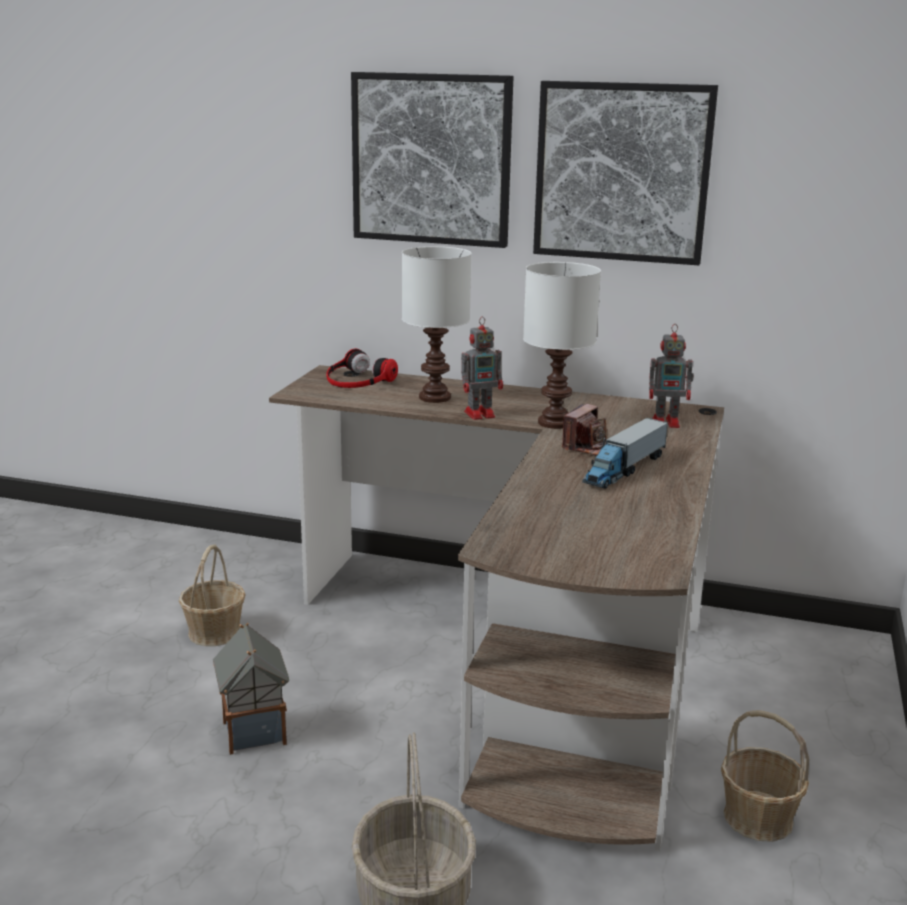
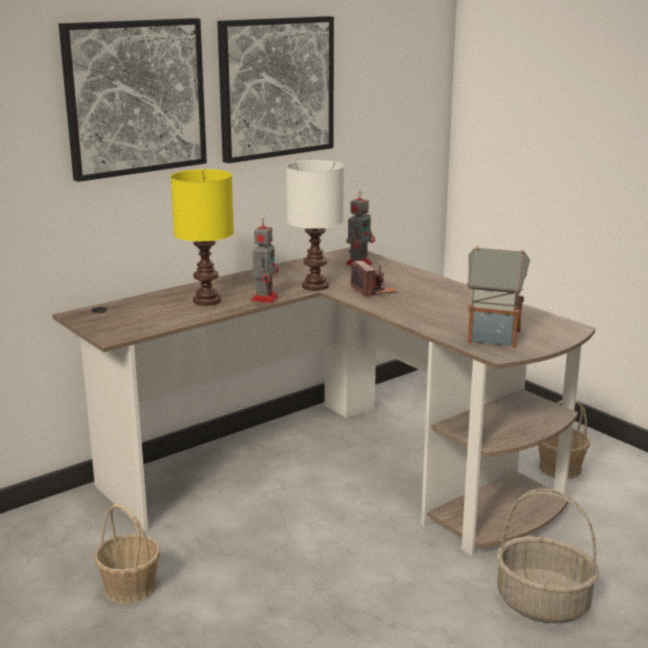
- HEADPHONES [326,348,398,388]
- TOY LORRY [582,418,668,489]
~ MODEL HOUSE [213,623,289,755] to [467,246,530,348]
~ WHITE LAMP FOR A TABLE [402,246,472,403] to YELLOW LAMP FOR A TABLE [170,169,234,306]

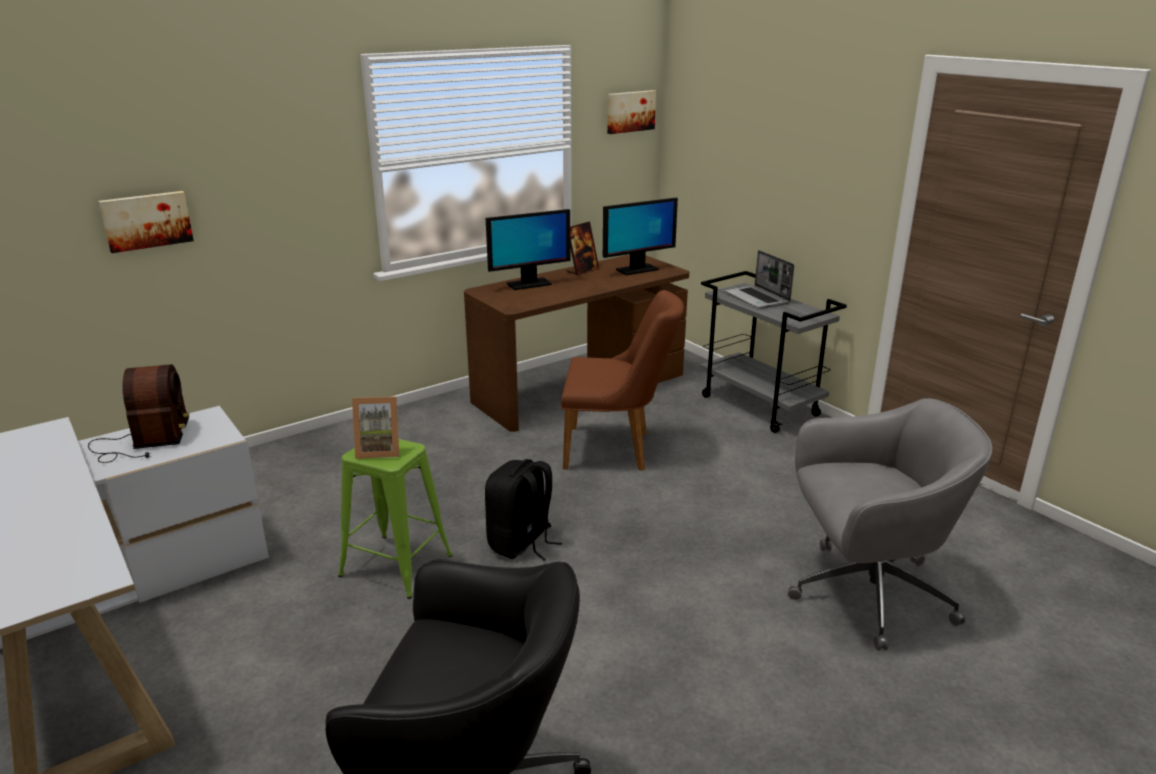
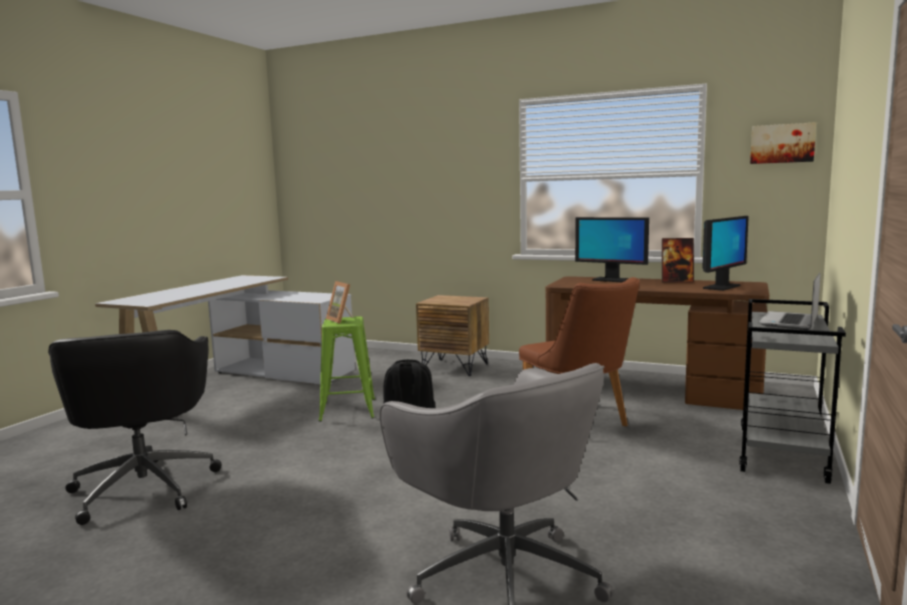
- RADIO SET [88,364,189,463]
- WALL PICTURE [98,191,194,253]
+ BROWNISH BEDSIDE TABLE [416,295,489,376]
~ MONITOR [603,198,678,275] = [703,216,749,291] 75 degrees counterclockwise

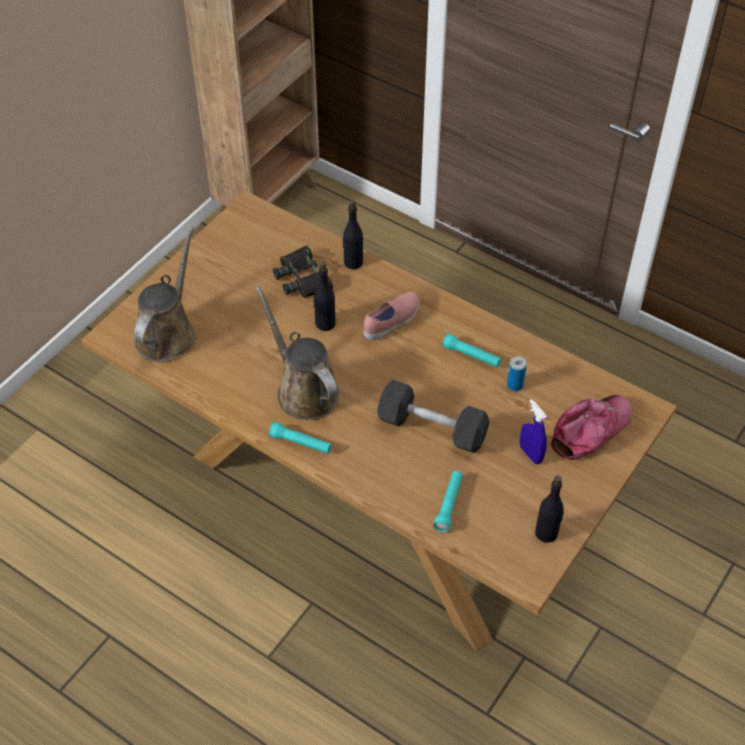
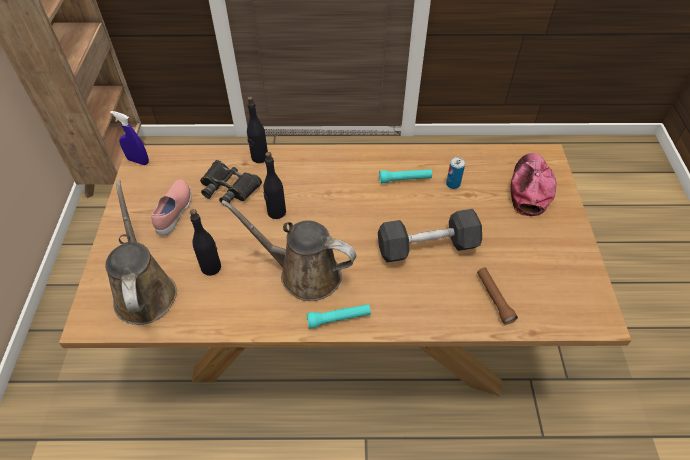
~ PINK-COLOURED SHOE [364,291,419,340] to [151,179,192,236]
~ BLUE HAND SPRAYER [520,399,547,464] to [110,111,149,165]
~ BLACKISH BOTTLE [535,476,564,543] to [190,209,221,276]
~ TURQUOISE FLASHLIGHT [433,471,463,532] to BROWNISH FLASHLIGHT [477,268,518,325]

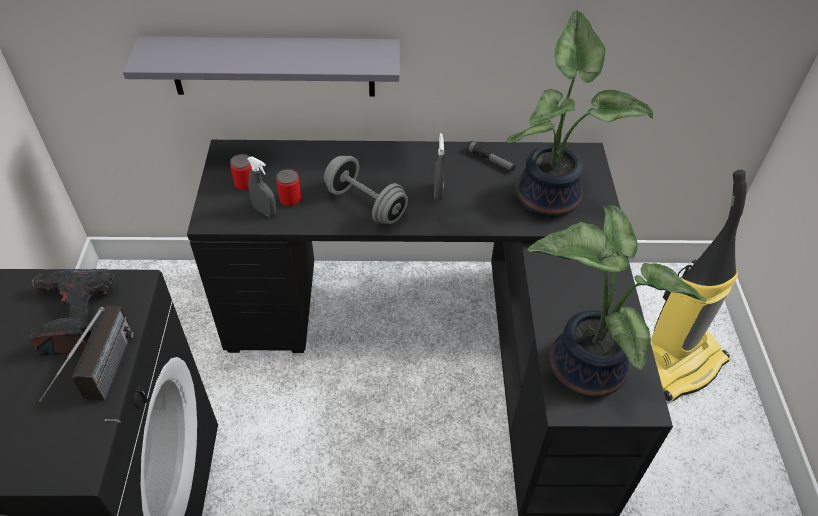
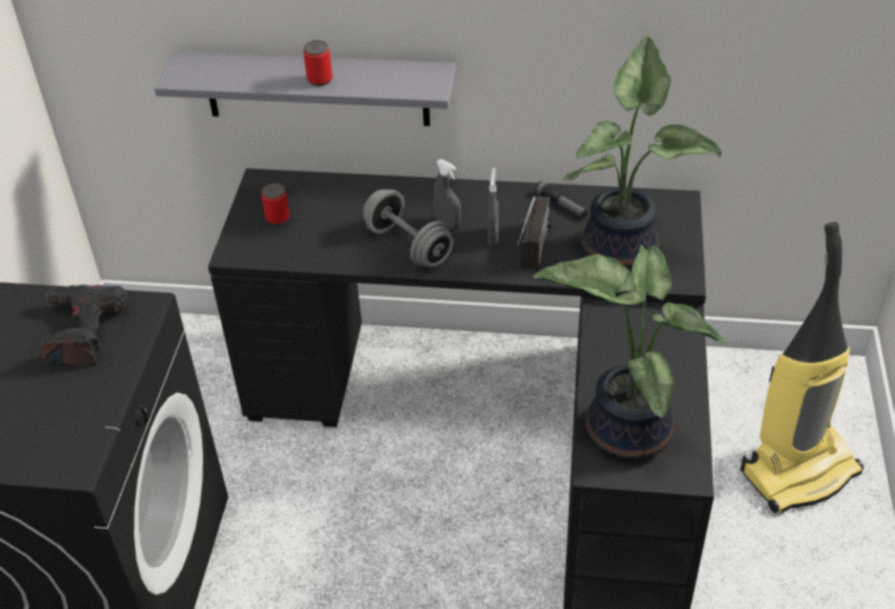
~ RADIO SET [39,306,134,402] to [517,196,553,270]
~ GREY HAND SPRAYER [247,156,276,217] to [433,159,461,229]
~ SEALED CAN [276,169,301,207] to [304,40,332,86]

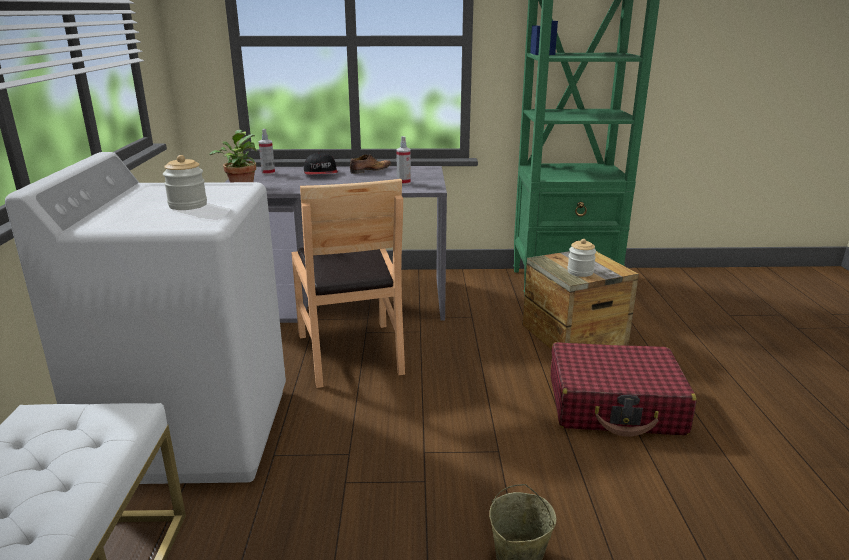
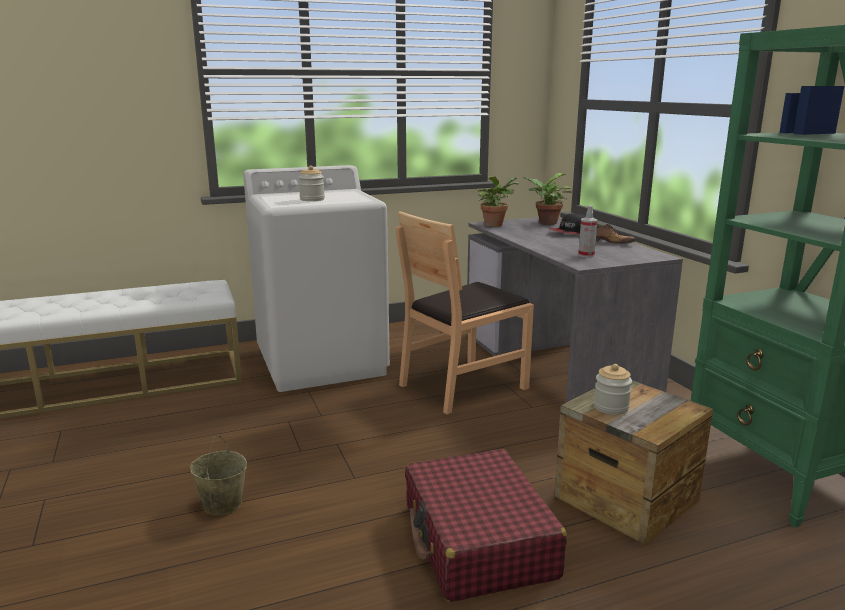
~ HAND SPRAYER [258,129,275,175] to PLANT IN A POT [523,173,572,225]

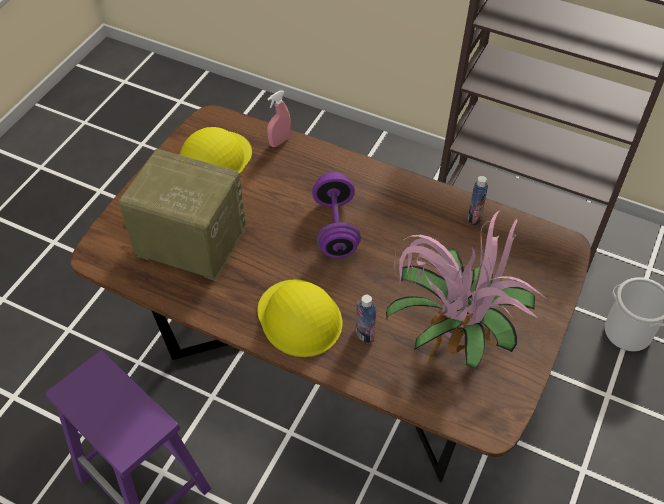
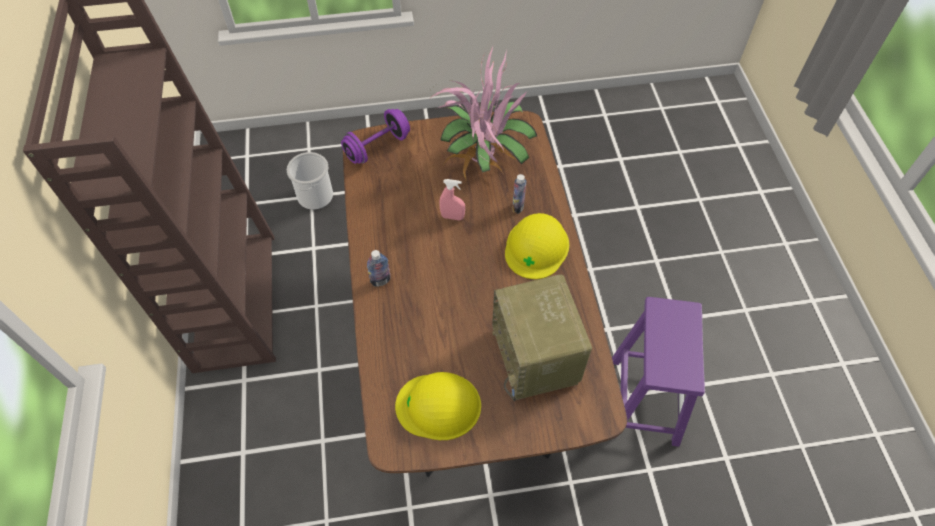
~ PINK-COLOURED HAND SPRAYER [267,90,291,147] to [439,179,465,220]
~ PURPLE-COLOURED FREE WEIGHT [312,172,361,258] to [341,109,410,164]
~ BOTTLE [468,176,488,225] to [367,250,391,286]

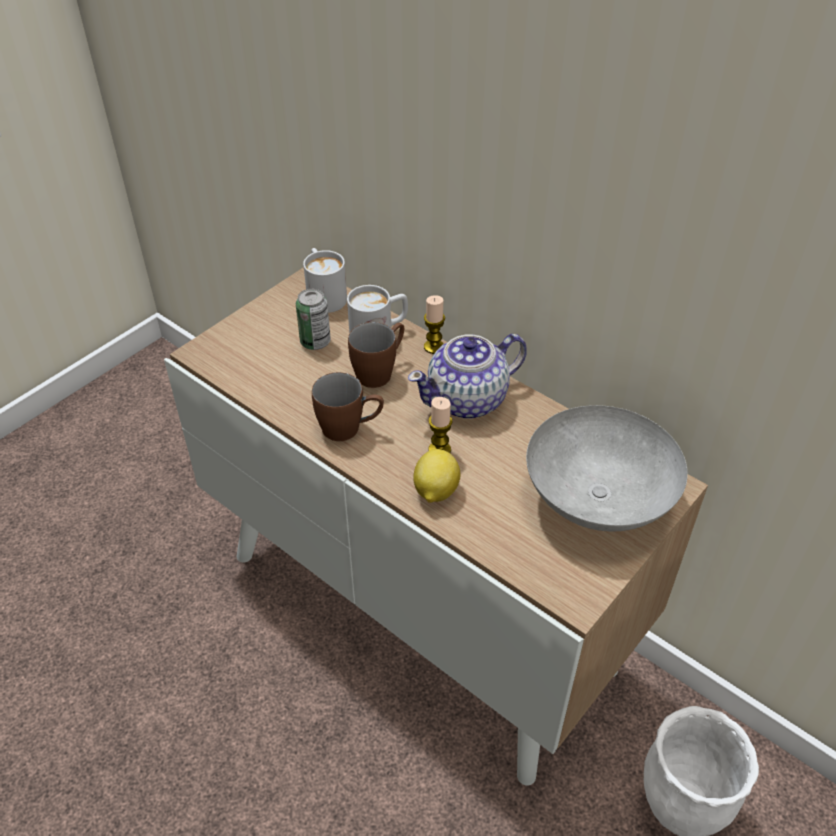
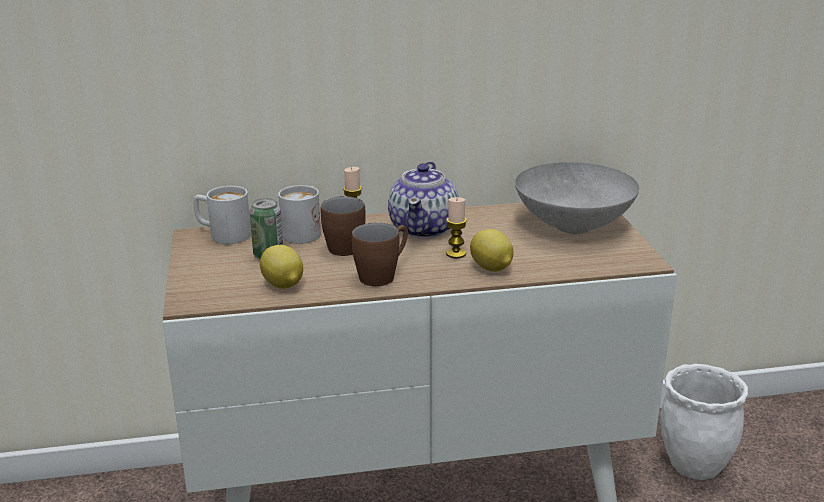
+ CITRUS FRUIT [260,245,303,289]

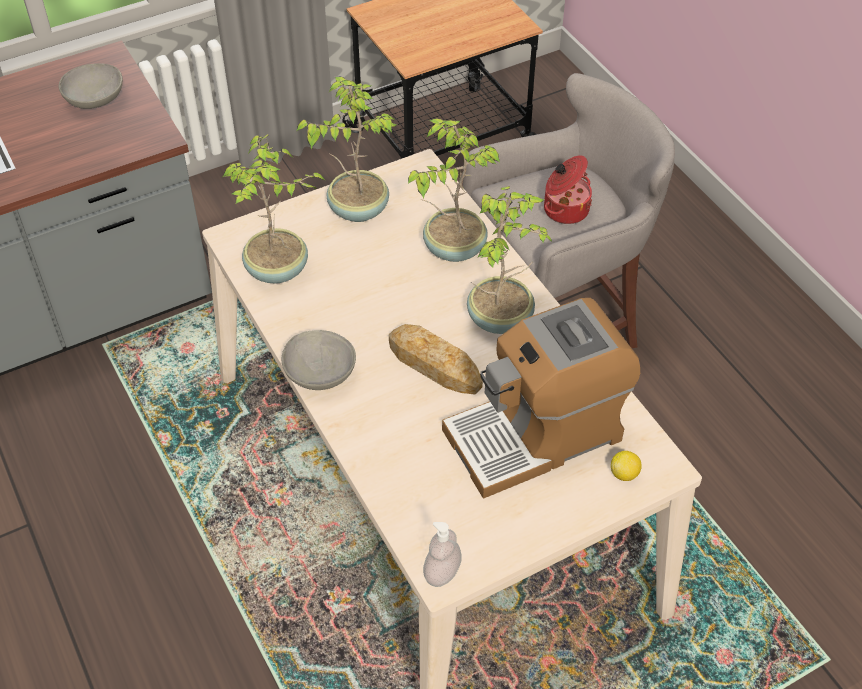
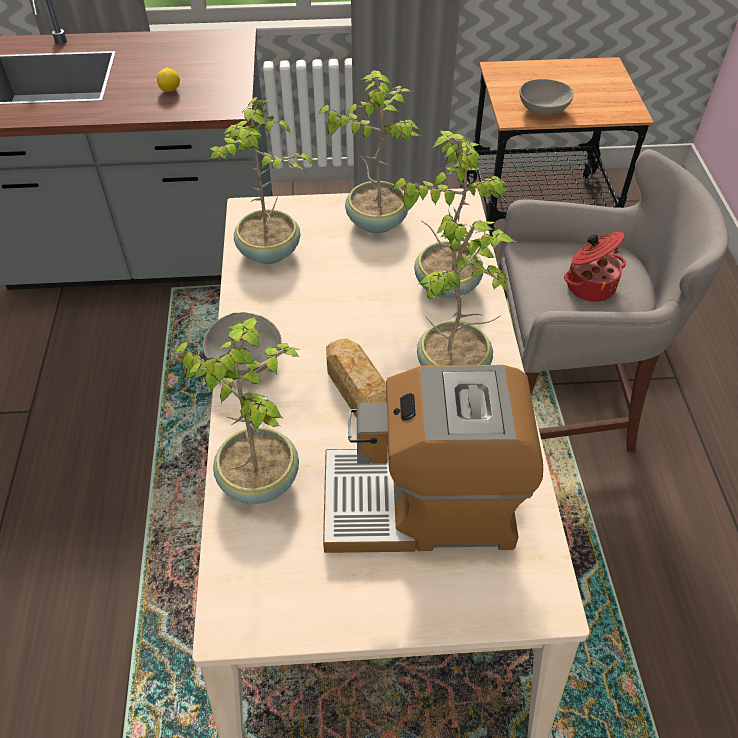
- SOAP BOTTLE [423,522,462,587]
+ PLANT IN A POT [176,316,300,504]
~ GREY DEEP DISH [59,63,123,109] to [520,79,573,115]
~ CITRUS FRUIT [611,451,642,481] to [157,68,180,92]

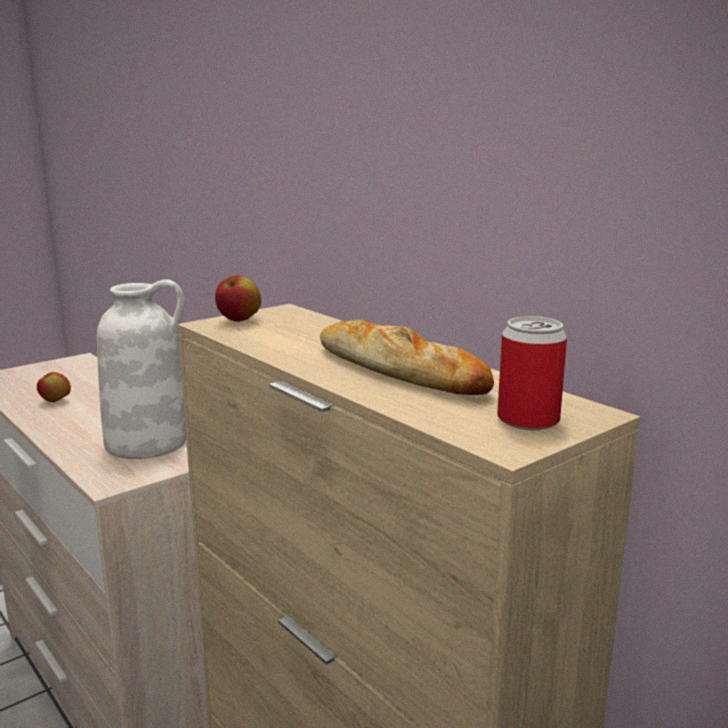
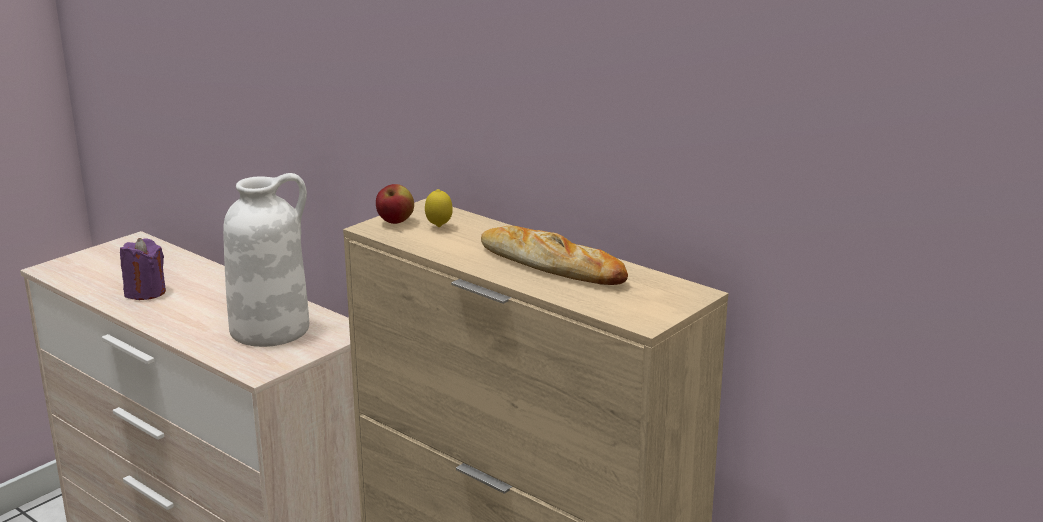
- SEALED CAN [497,316,567,430]
+ CITRUS FRUIT [425,189,453,227]
~ WHOLE APPLE [37,372,71,402] to PURPLE-COLOURED CANDLE [120,238,166,300]

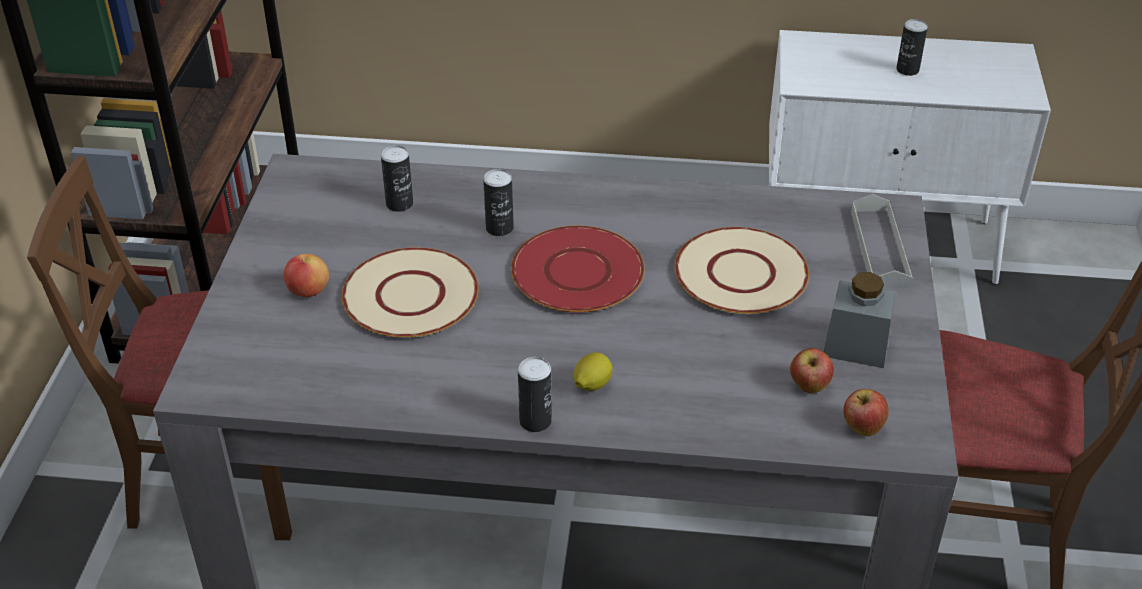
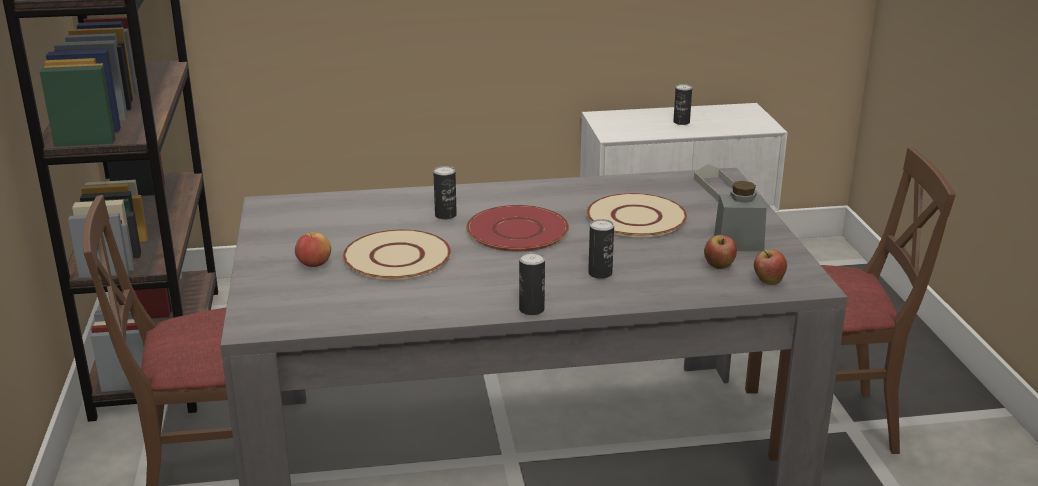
- CITRUS FRUIT [574,352,613,391]
~ SEALED CAN [381,145,413,212] to [588,219,614,279]

